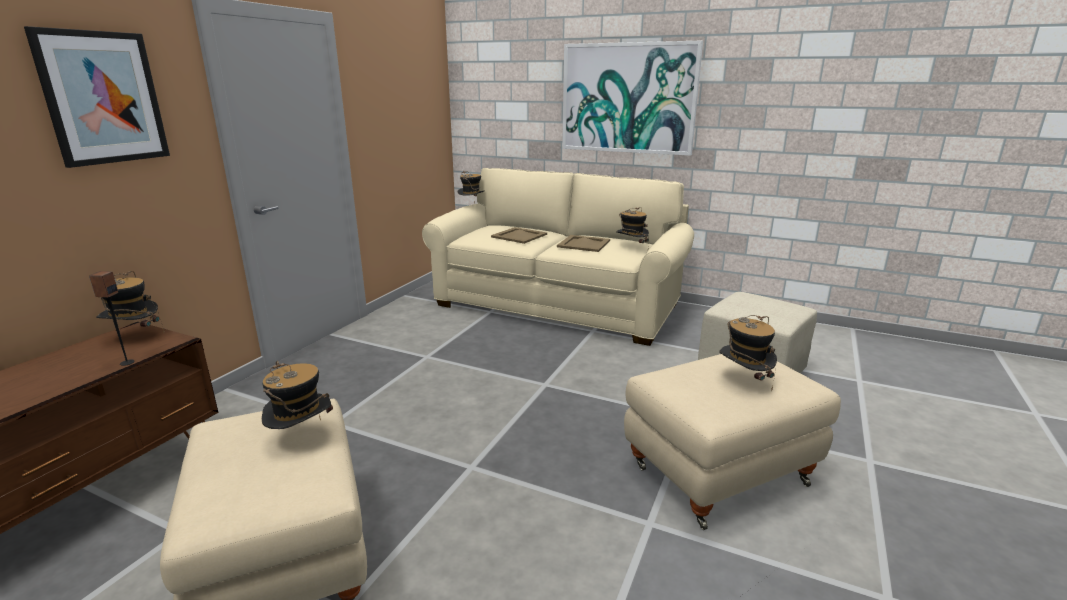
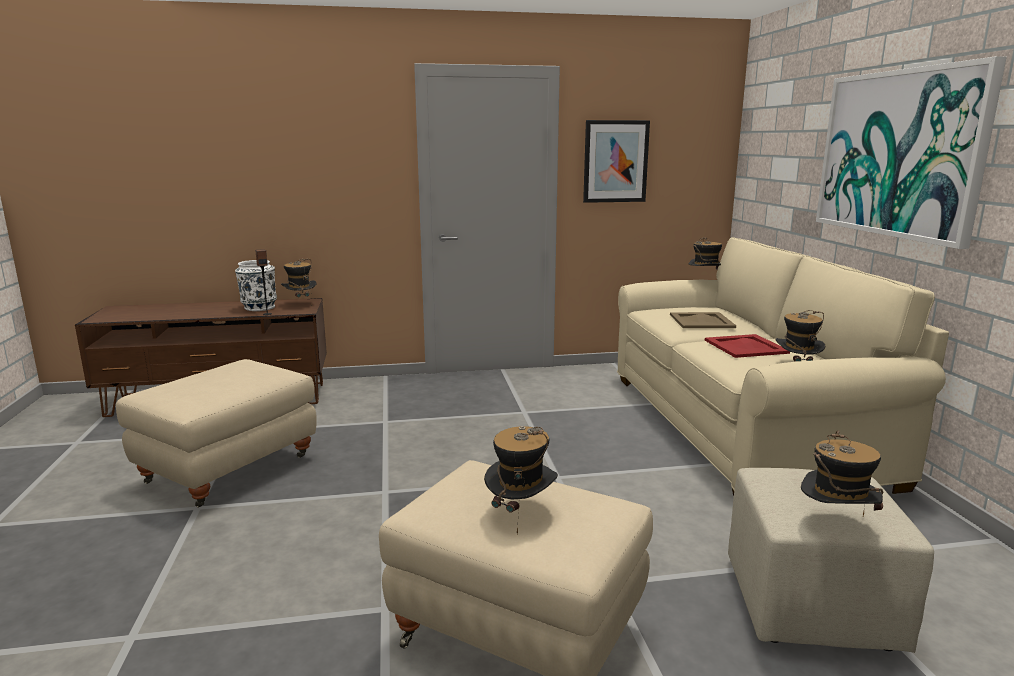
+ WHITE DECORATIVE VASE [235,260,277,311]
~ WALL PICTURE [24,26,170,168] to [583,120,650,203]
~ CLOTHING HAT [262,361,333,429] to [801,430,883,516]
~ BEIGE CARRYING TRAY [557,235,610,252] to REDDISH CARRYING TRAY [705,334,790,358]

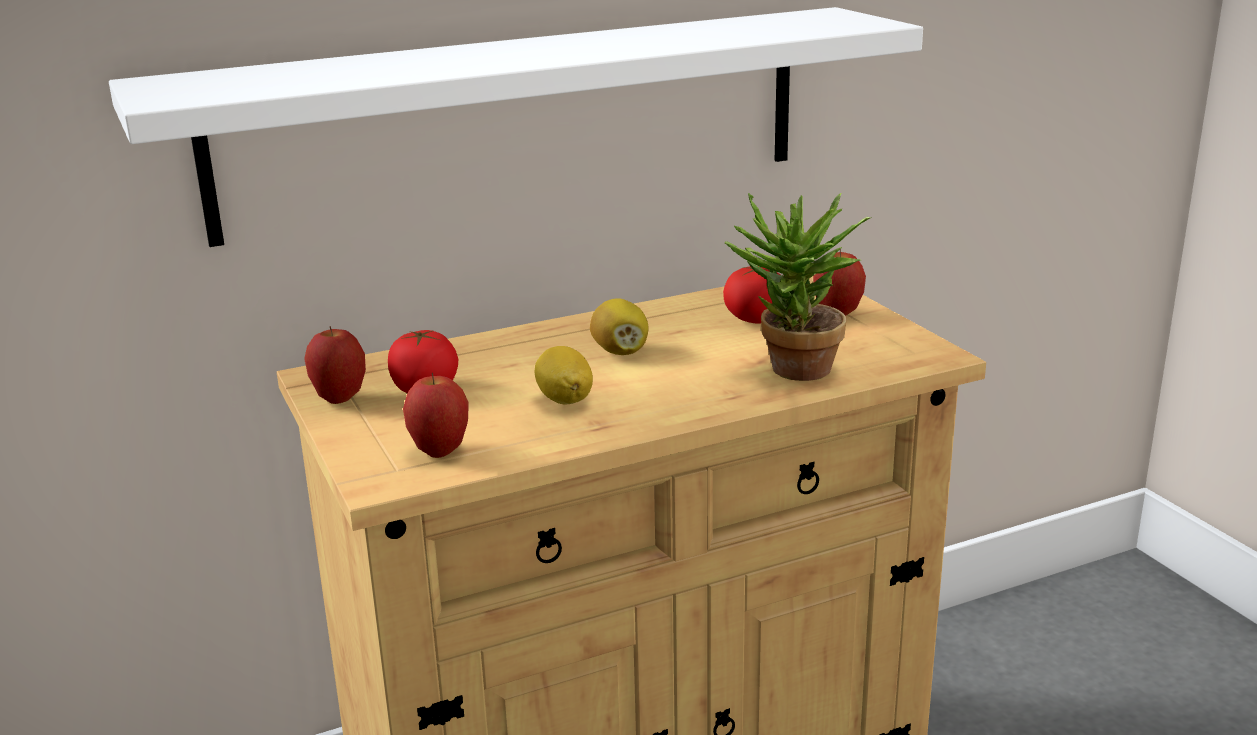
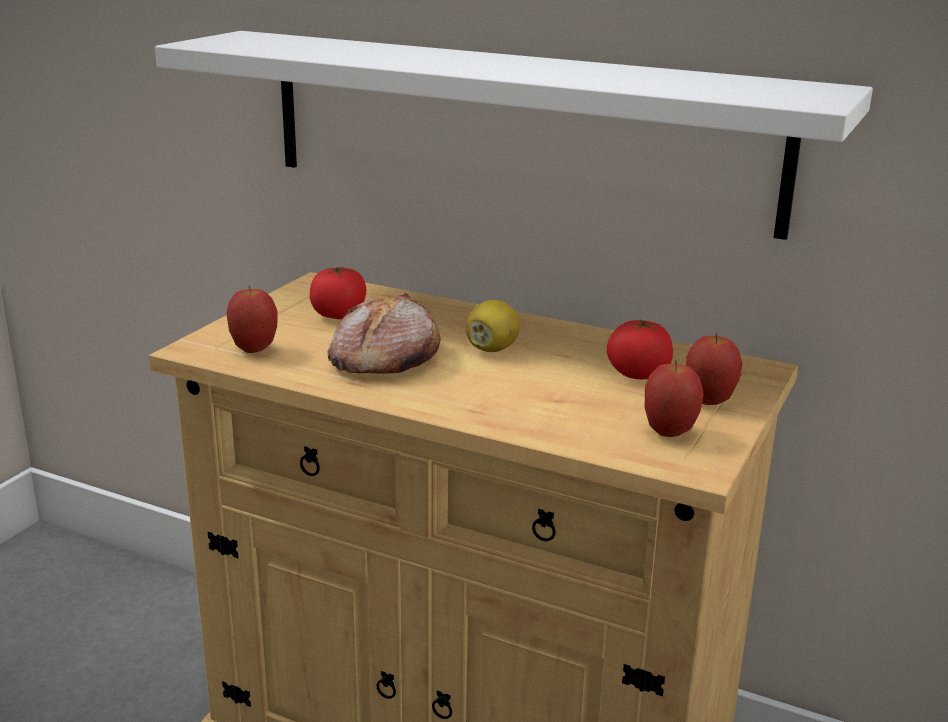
- PLANT IN A POT [725,192,872,381]
~ WHOLE APPLE [304,326,366,404] to [645,361,704,437]
~ CITRUS FRUIT [535,346,593,404] to BREAD [328,293,441,374]

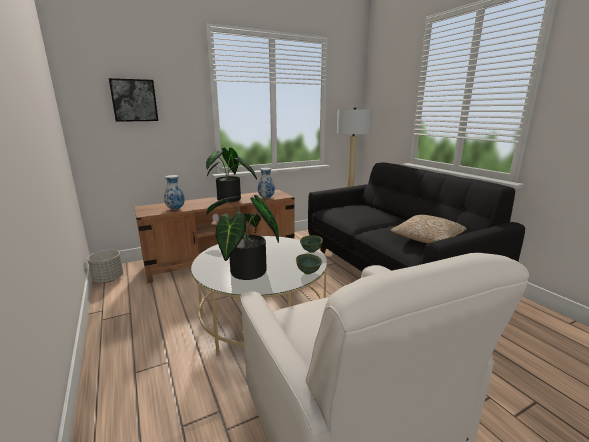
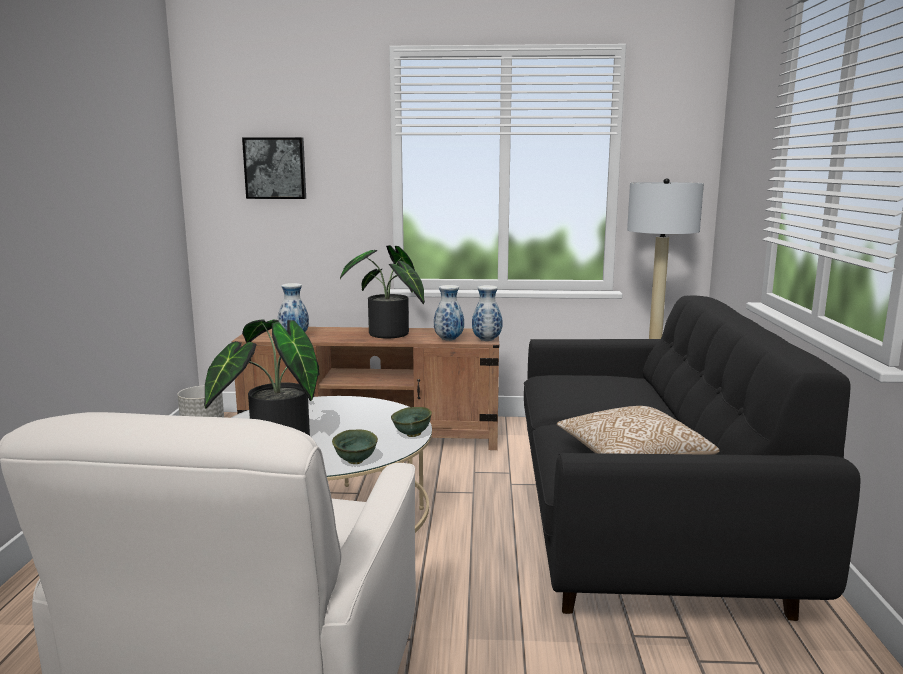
+ DECORATIVE VASE [472,285,503,341]

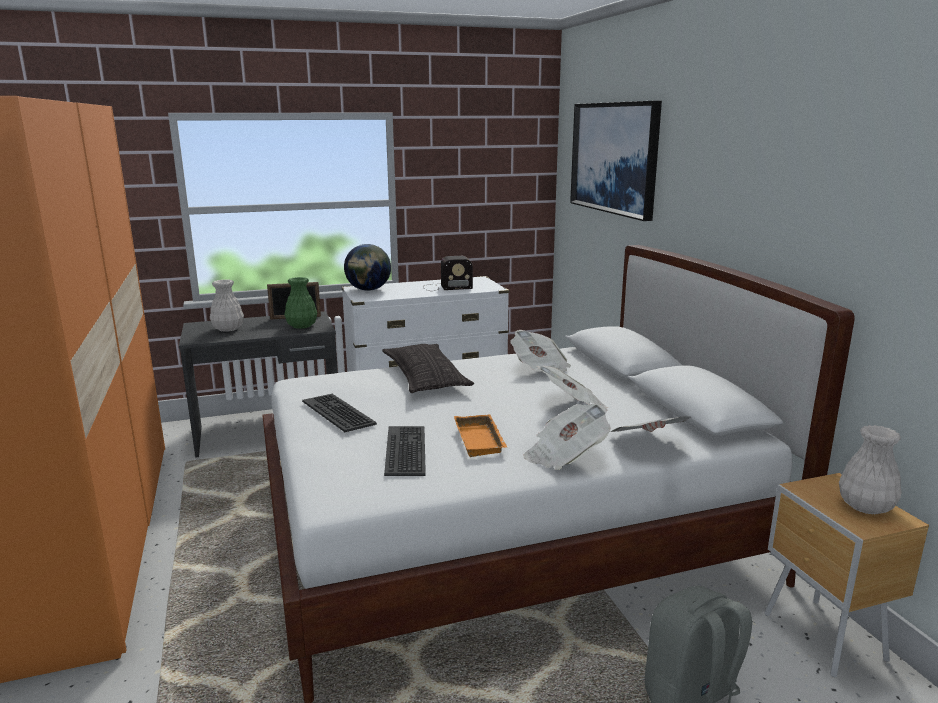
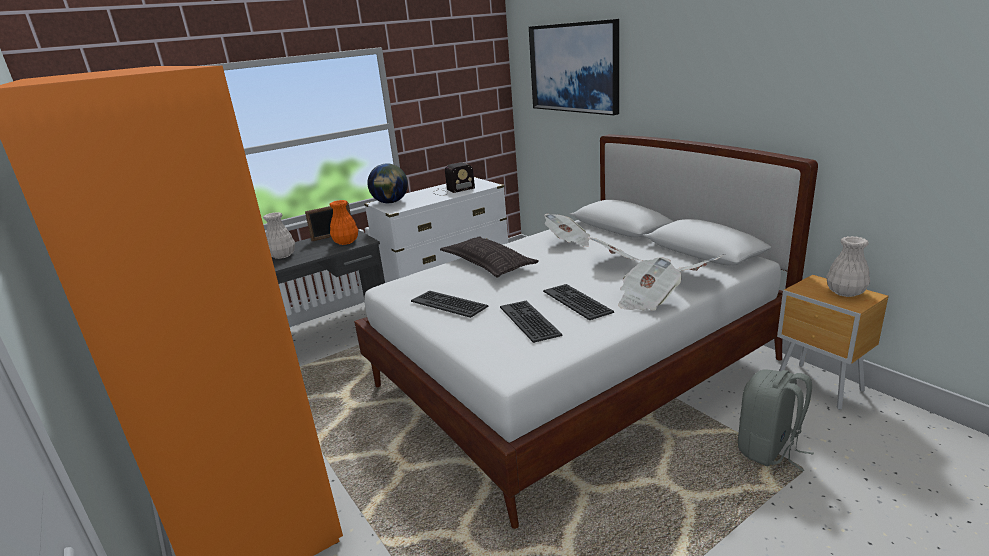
~ ORANGE CARRYING TRAY [454,414,507,457] to KEYBOARD [543,284,614,320]
~ GREEN-COLOURED DECORATIVE VASE [284,277,317,329] to ORANGE DECORATIVE VASE [330,200,358,245]

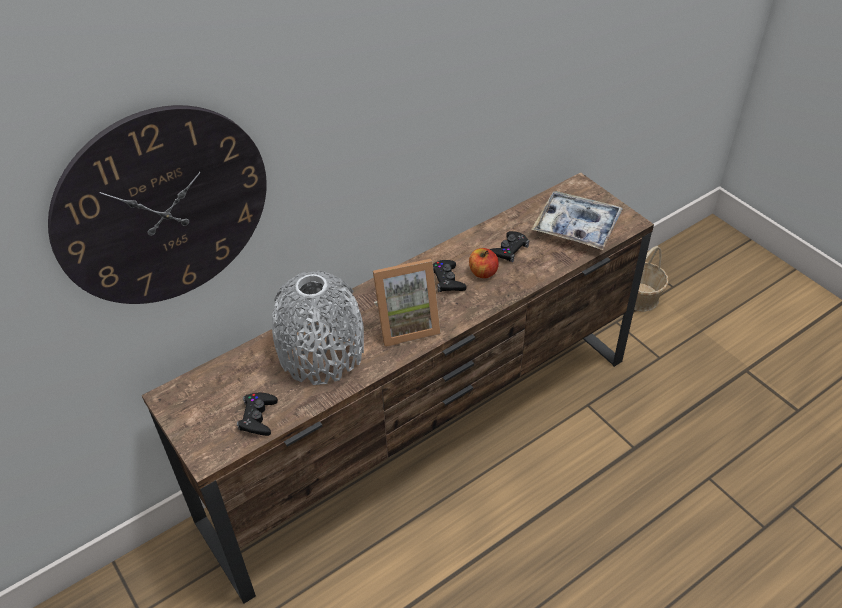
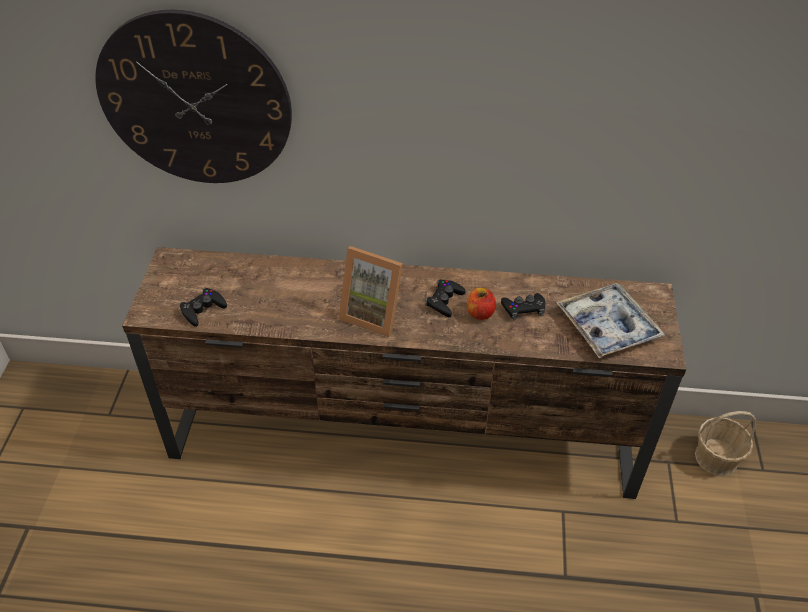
- GREY DECORATIVE VASE [272,270,364,385]

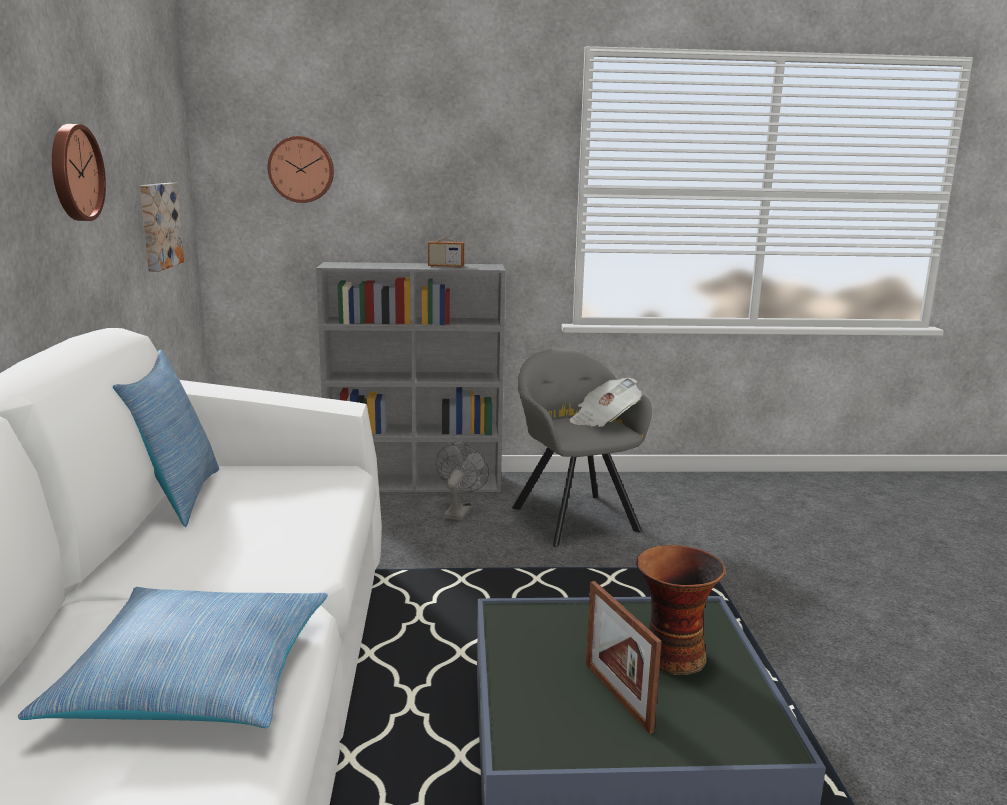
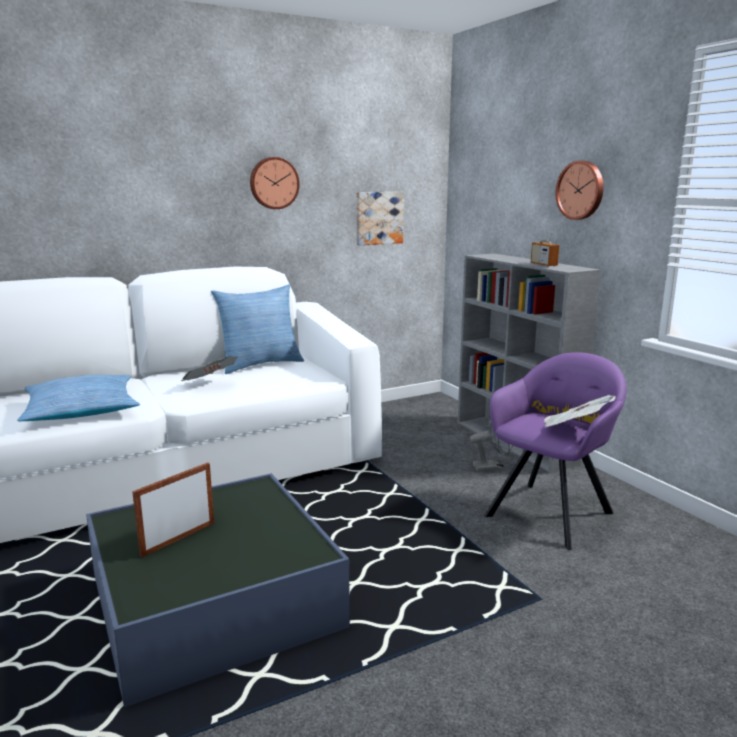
- DECORATIVE VASE [636,545,725,675]
+ NEWSPAPER [181,356,238,381]
~ WALL CLOCK [268,136,334,203] to [555,161,603,220]
~ GREY EASY CHAIR [512,349,652,547] to PURPLE-COLOURED EASY CHAIR [484,352,627,550]

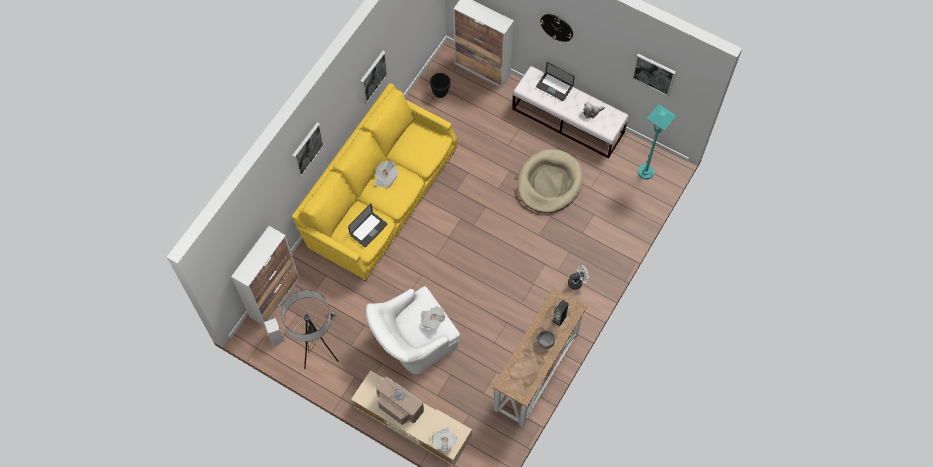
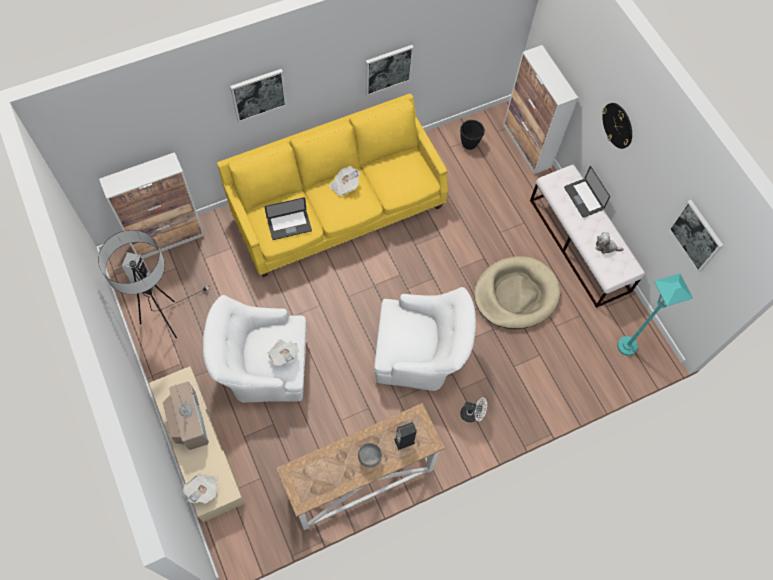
+ WHITE EASY CHAIR [374,287,476,391]

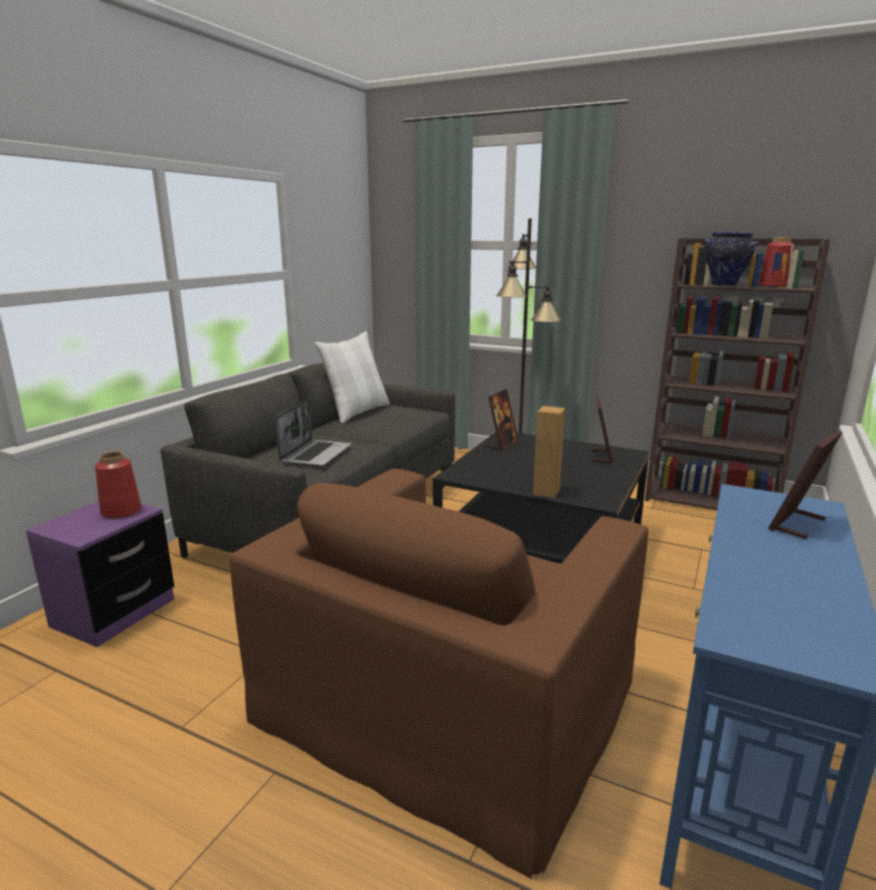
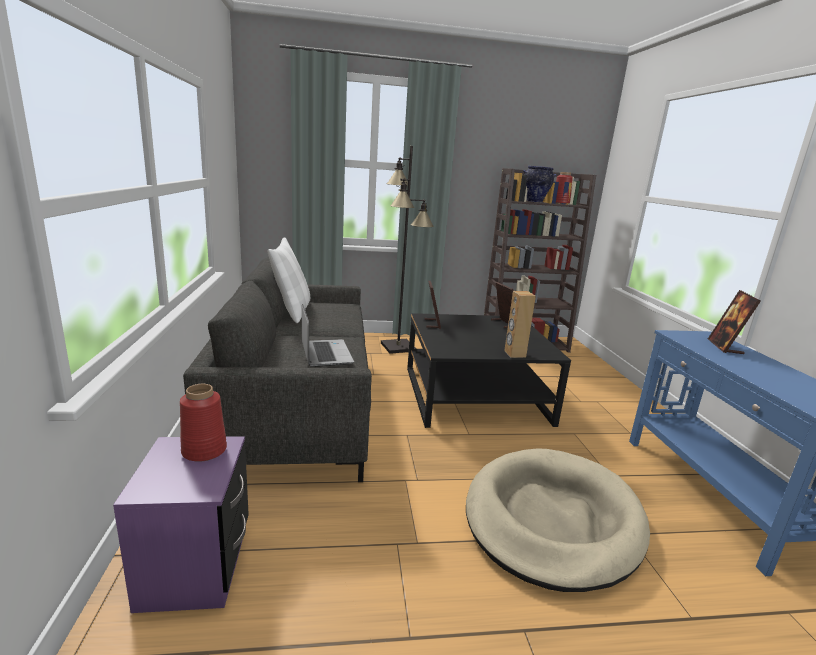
~ BROWNISH EASY CHAIR [230,468,648,879] to BEIGE DOG BED [466,449,650,592]

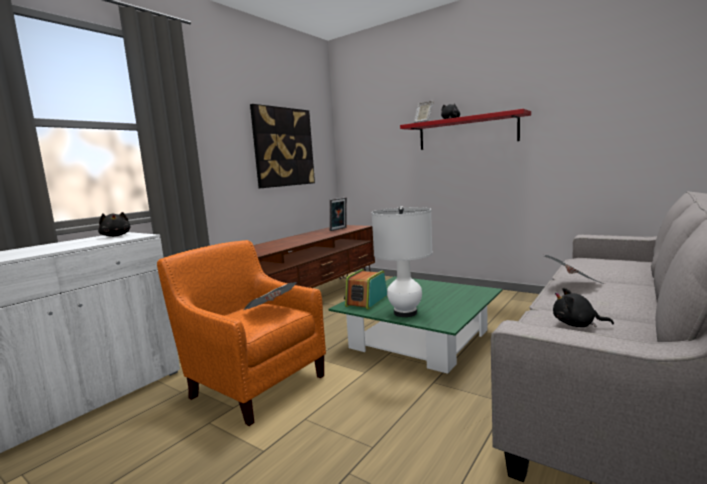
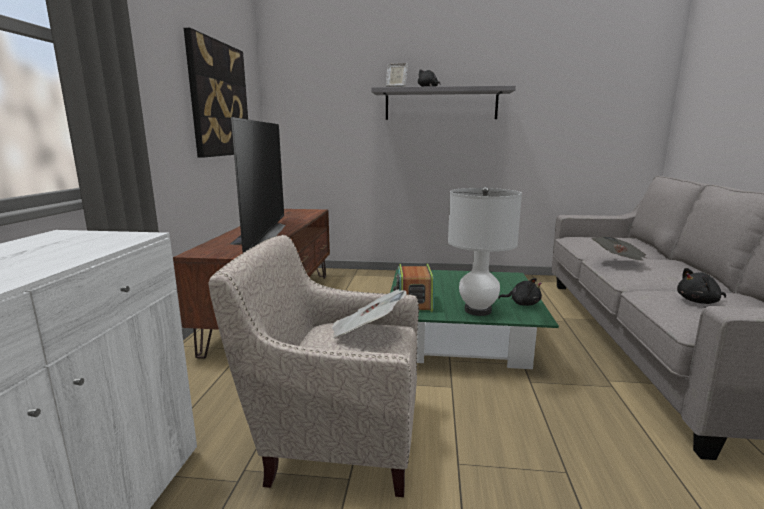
- PICTURE FRAME [330,198,347,231]
+ TV [230,117,286,253]
~ BLACKISH SOFT TOY [98,212,130,237] to [498,278,542,306]
~ ORANGE EASY CHAIR [157,240,326,426] to BEIGE EASY CHAIR [209,235,419,497]
~ REDDISH BRACKET SHELF [400,109,531,150] to GREY BRACKET SHELF [371,85,516,120]

